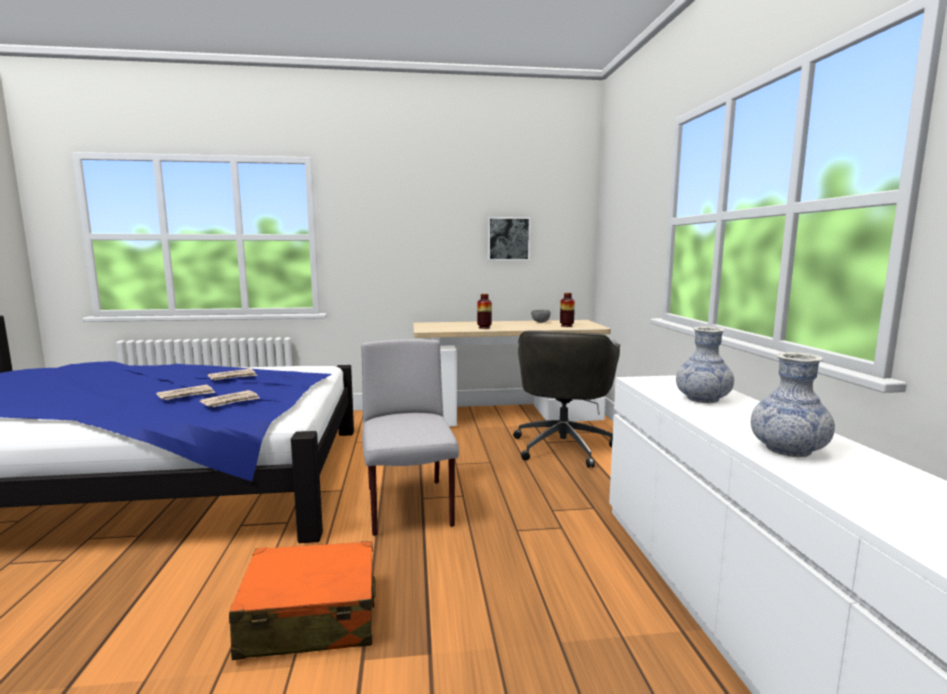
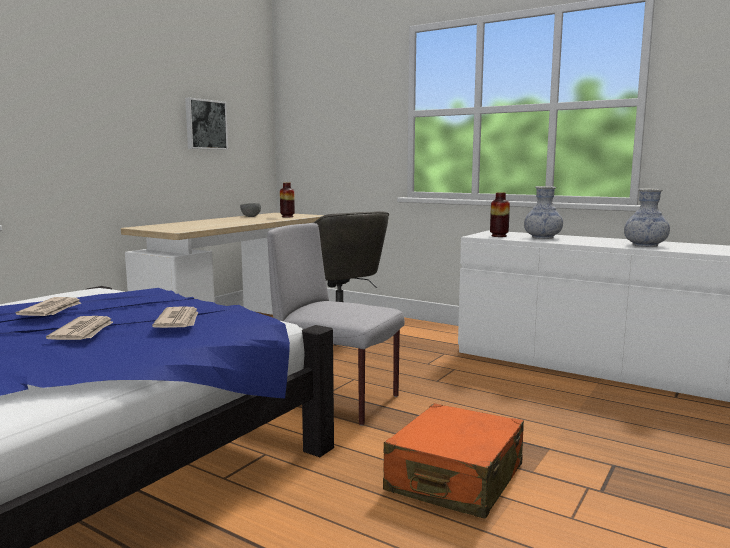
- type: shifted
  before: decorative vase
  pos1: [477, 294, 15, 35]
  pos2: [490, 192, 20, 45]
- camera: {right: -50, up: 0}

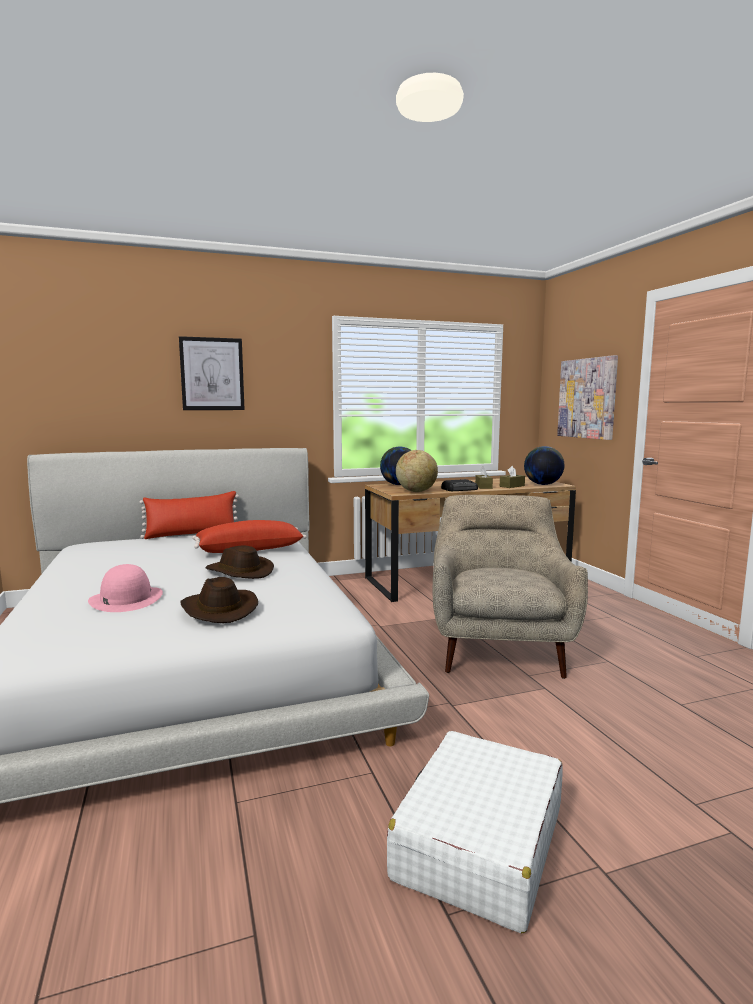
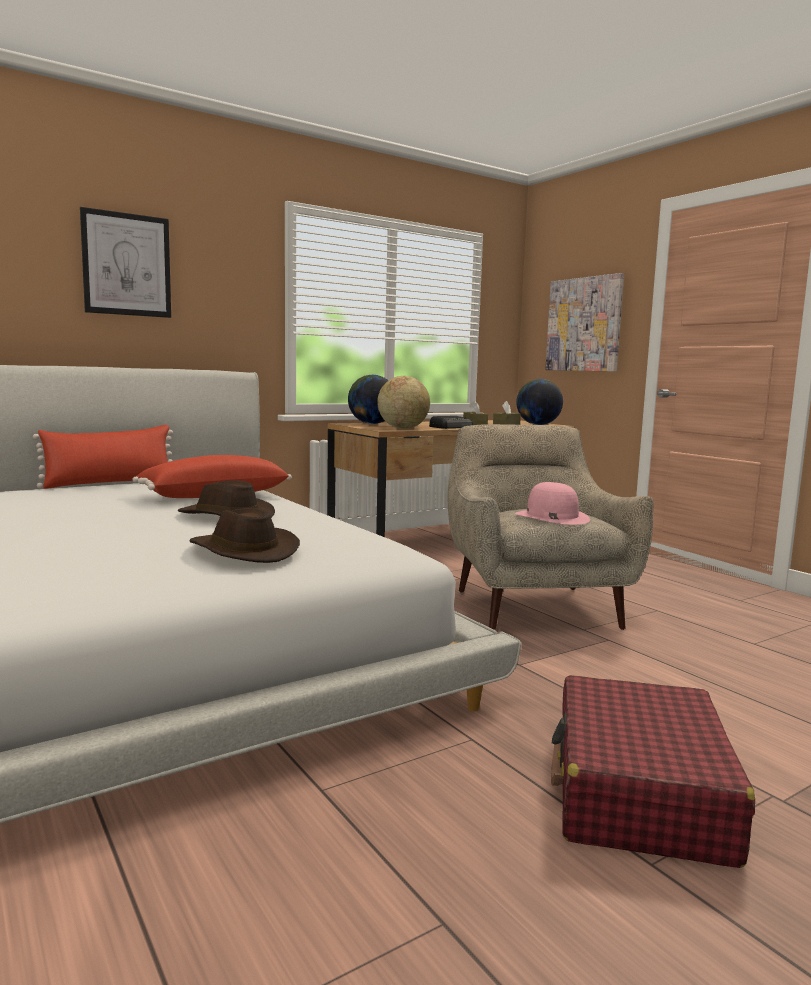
- type: shifted
  before: wearable hat/pink
  pos1: [88, 564, 75, 48]
  pos2: [515, 482, 75, 43]
- type: repainted
  before: piece of luggage/white
  after: piece of luggage/reddish
  pos1: [387, 731, 176, 203]
  pos2: [551, 675, 204, 193]
- camera: {right: -15, up: 0}

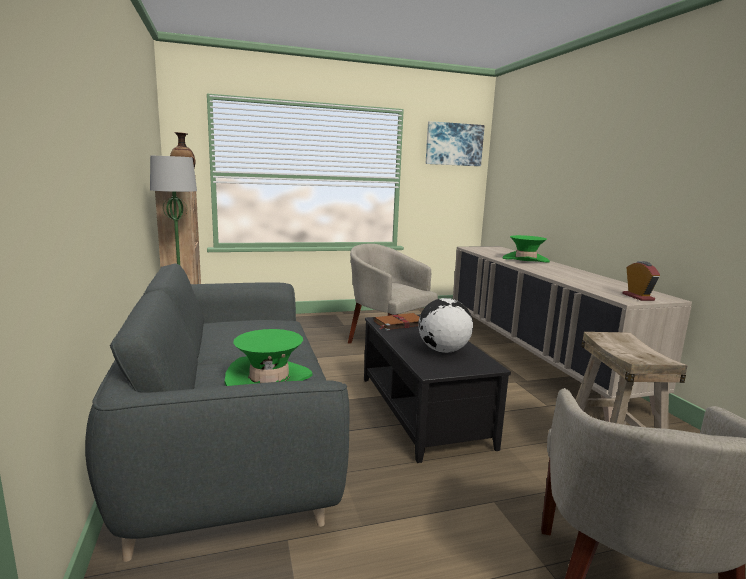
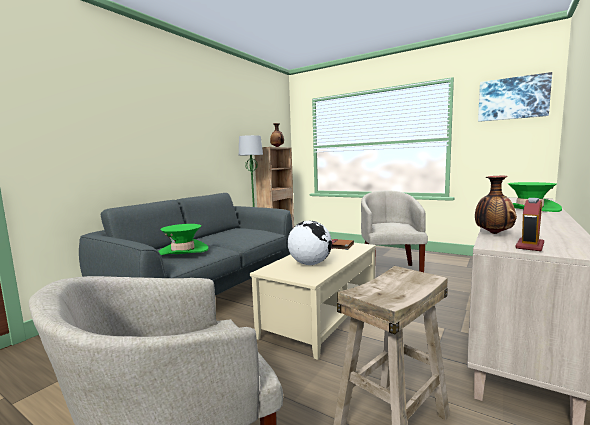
- type: repainted
  before: coffee table/black-coloured
  after: coffee table/beige
  pos1: [364, 315, 147, 148]
  pos2: [250, 243, 126, 117]
- type: new
  after: decorative vase
  pos2: [475, 176, 42, 58]
- camera: {right: 50, up: -5}

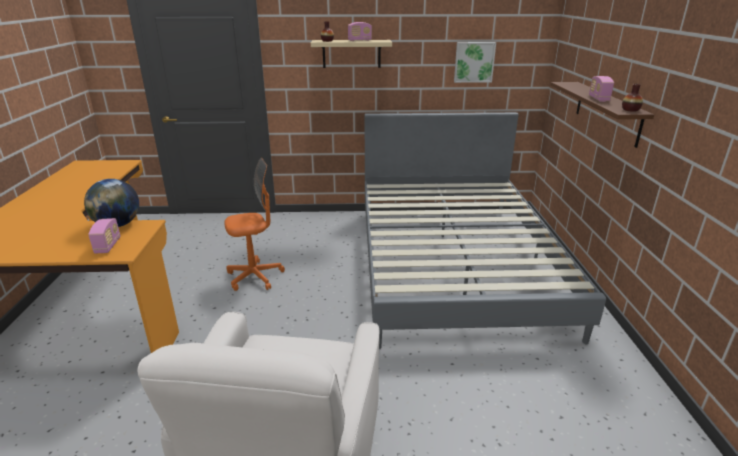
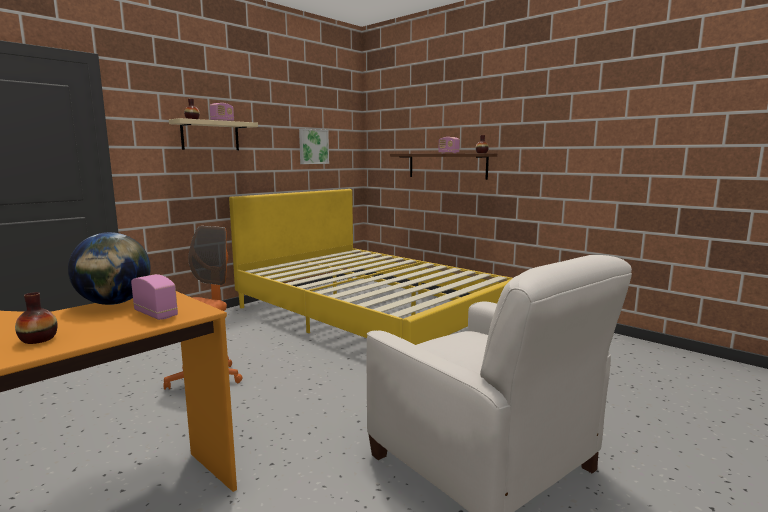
- type: new
  after: decorative vase
  pos2: [15, 292, 43, 52]
- type: repainted
  before: bed/gray
  after: bed/yellow-coloured
  pos1: [365, 112, 241, 237]
  pos2: [229, 189, 284, 156]
- camera: {right: -45, up: -15}

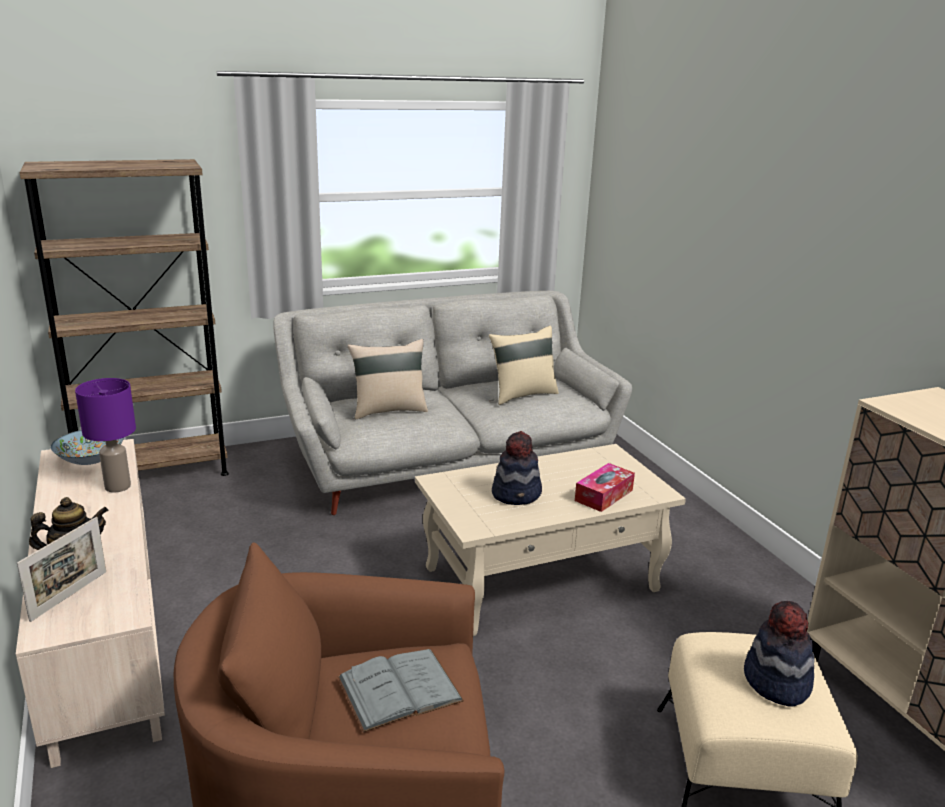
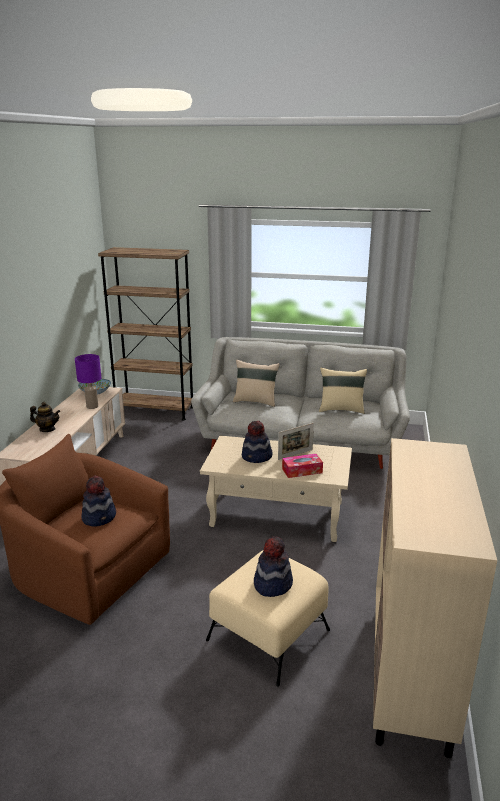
- type: swapped
  before: volume/gray
  after: wearable hat
  pos1: [337, 649, 127, 83]
  pos2: [82, 475, 34, 51]
- type: shifted
  before: picture frame
  pos1: [17, 517, 89, 105]
  pos2: [278, 423, 36, 37]
- camera: {right: 35, up: 0}

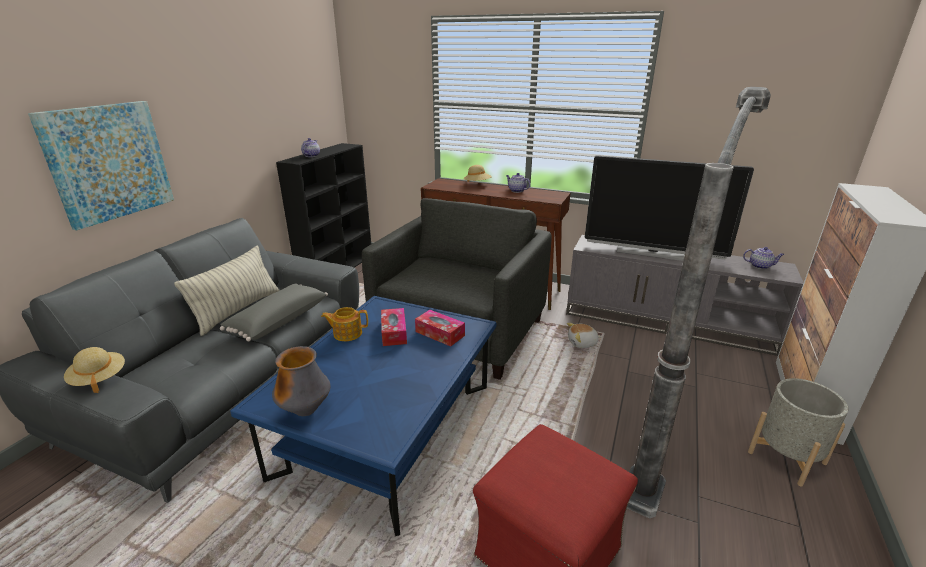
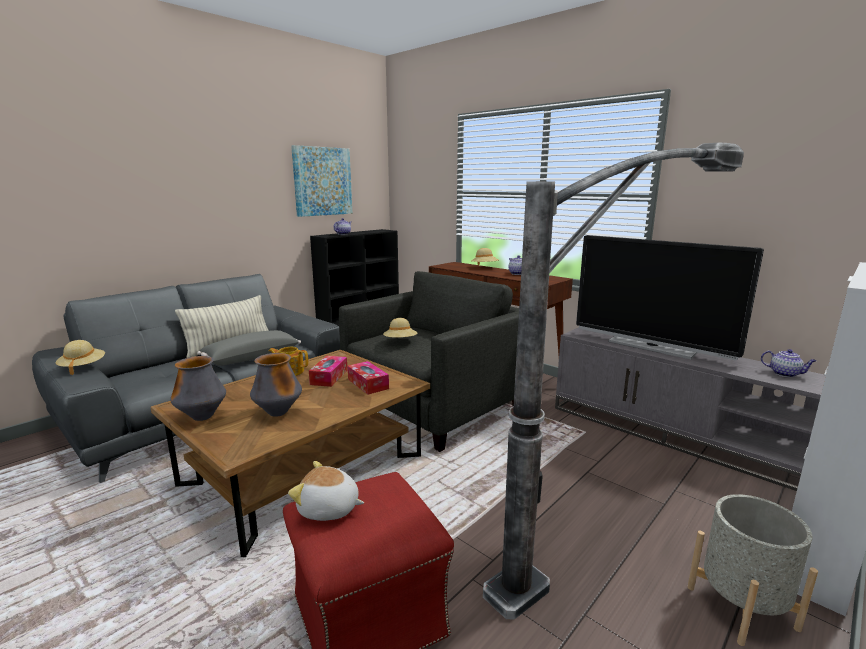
- type: repainted
  before: coffee table/bluish
  after: coffee table/brown-coloured
  pos1: [230, 296, 266, 240]
  pos2: [150, 350, 280, 207]
- type: new
  after: decorative vase
  pos2: [250, 353, 52, 64]
- type: shifted
  before: soft toy
  pos1: [567, 323, 34, 25]
  pos2: [288, 461, 76, 60]
- type: shifted
  before: wall art
  pos1: [28, 101, 146, 129]
  pos2: [291, 145, 62, 72]
- type: new
  after: wearable hat/beige
  pos2: [383, 318, 34, 20]
- camera: {right: 20, up: -10}

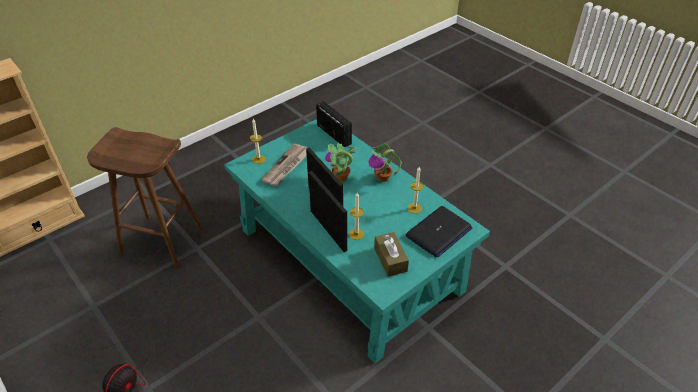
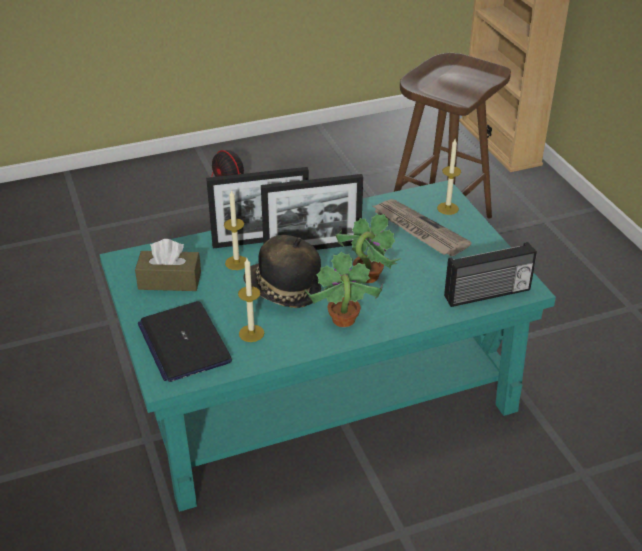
- type: new
  after: wearable hat
  pos2: [244, 235, 77, 73]
- camera: {right: 110, up: -5}

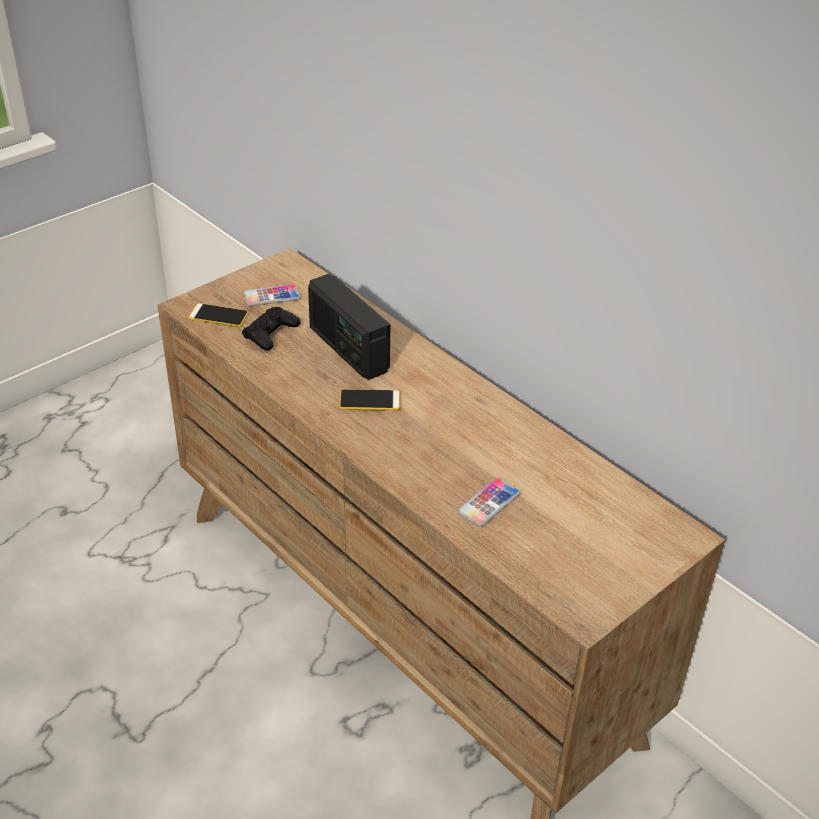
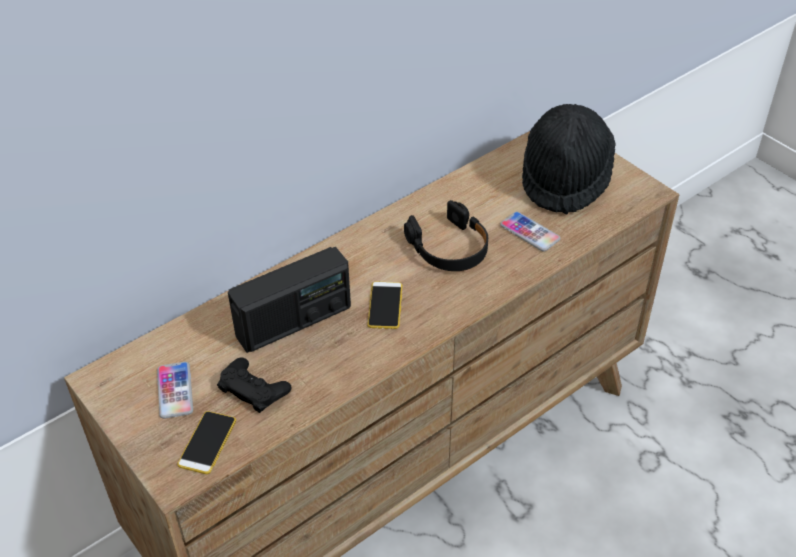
- type: new
  after: headset/black-coloured
  pos2: [404, 200, 84, 71]
- type: new
  after: wearable hat/black-coloured
  pos2: [522, 104, 93, 110]
- camera: {right: -85, up: 5}

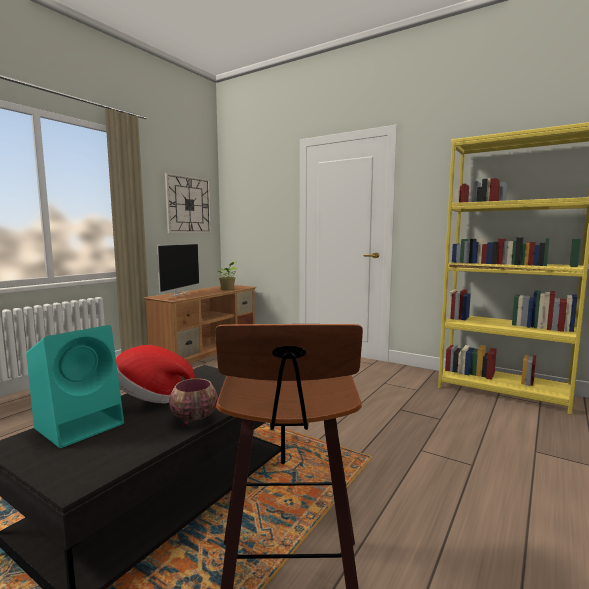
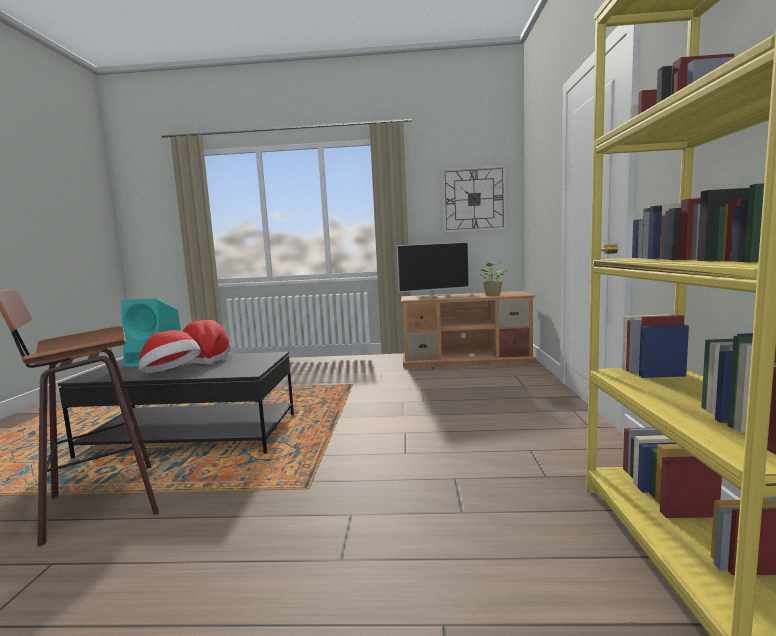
- type: swapped
  before: bowl
  after: wearable hat
  pos1: [169, 378, 49, 48]
  pos2: [139, 330, 62, 44]
- camera: {right: 60, up: 0}

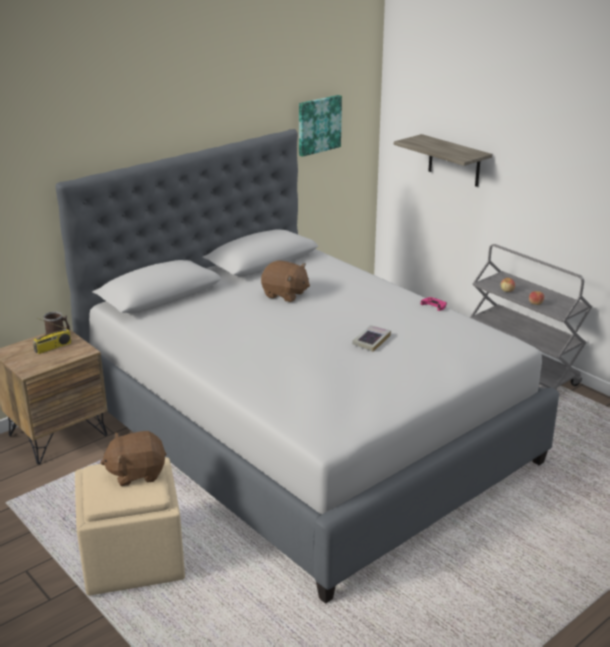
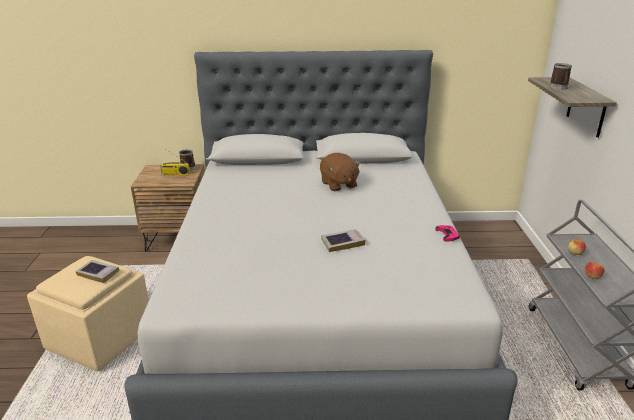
- type: swapped
  before: soft toy/brown-coloured
  after: volume
  pos1: [100, 431, 67, 55]
  pos2: [76, 260, 43, 23]
- type: new
  after: mug
  pos2: [549, 63, 23, 27]
- type: gone
  before: wall art
  pos1: [299, 95, 43, 62]
- camera: {right: 40, up: 0}

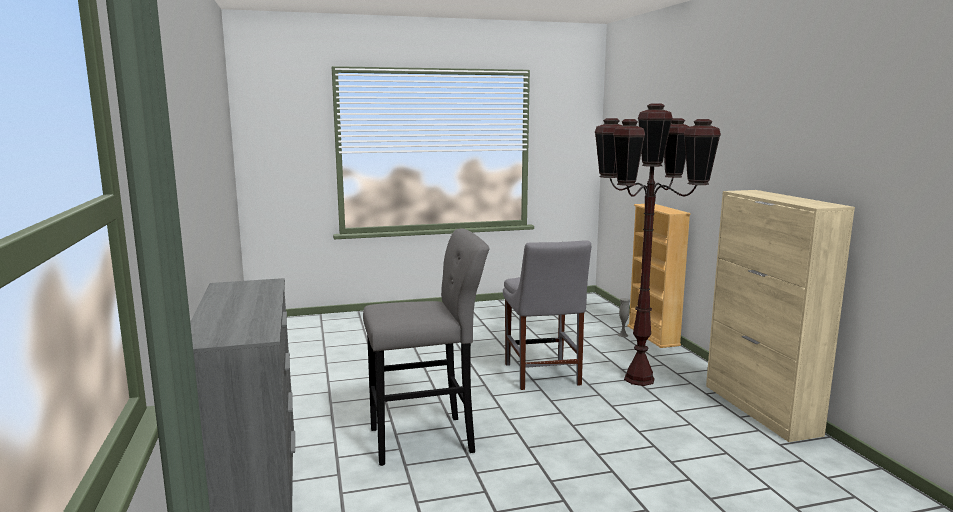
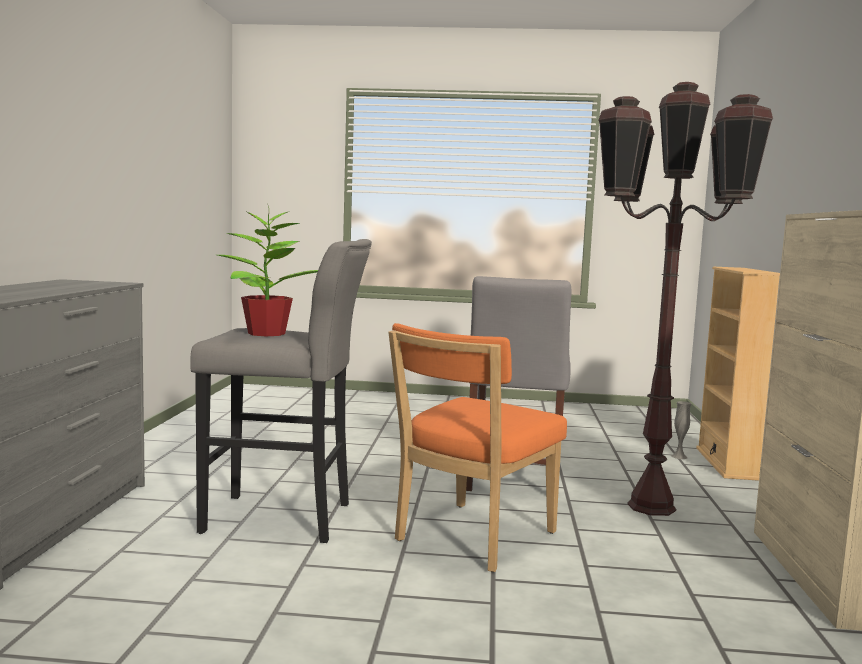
- type: new
  after: plant in a pot
  pos2: [218, 206, 100, 130]
- type: new
  after: plain chair/orange-coloured
  pos2: [388, 323, 179, 249]
- camera: {right: 20, up: -5}

